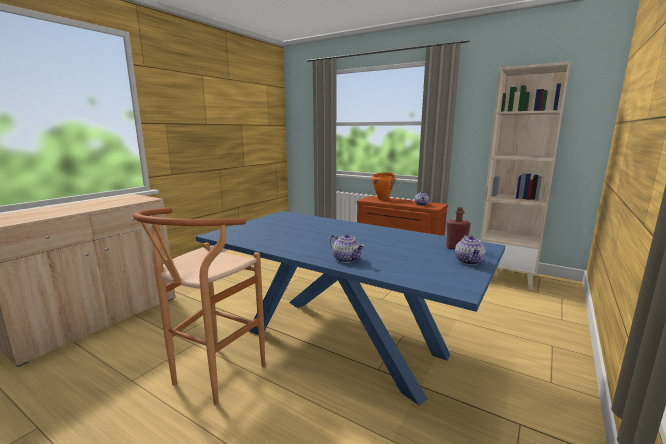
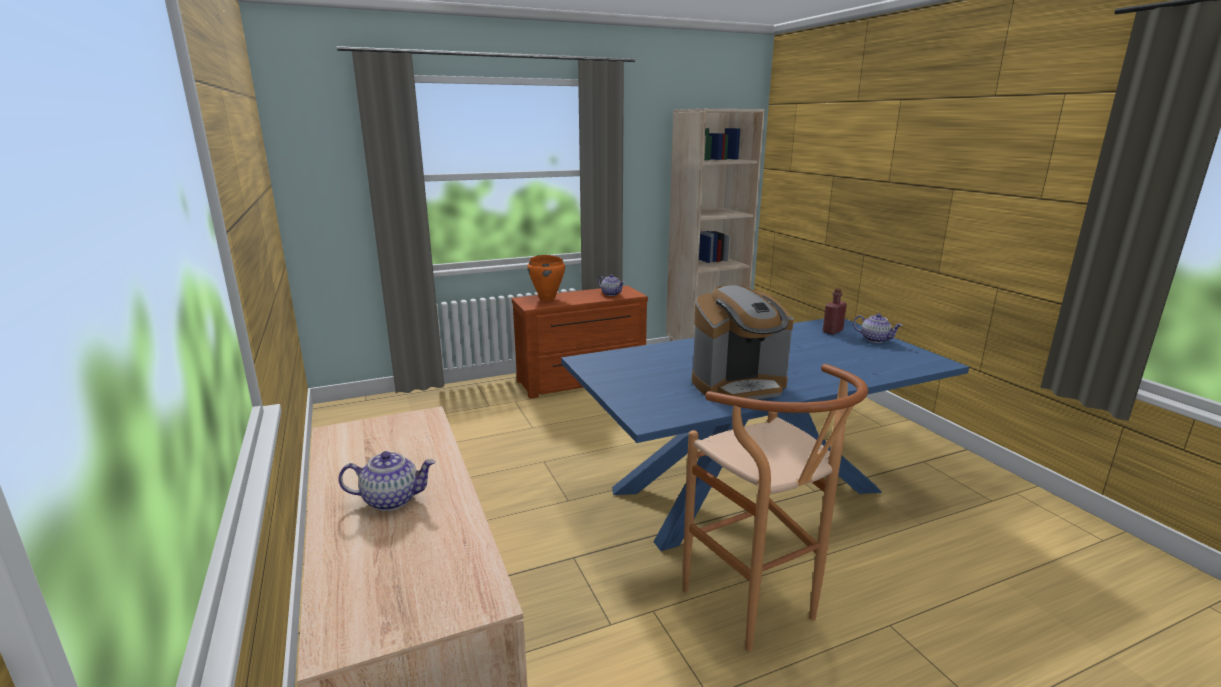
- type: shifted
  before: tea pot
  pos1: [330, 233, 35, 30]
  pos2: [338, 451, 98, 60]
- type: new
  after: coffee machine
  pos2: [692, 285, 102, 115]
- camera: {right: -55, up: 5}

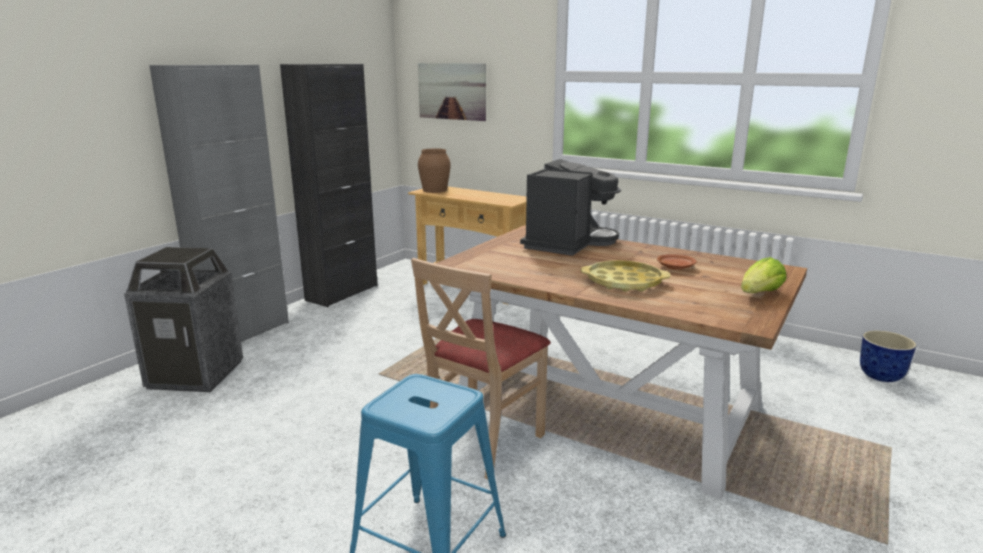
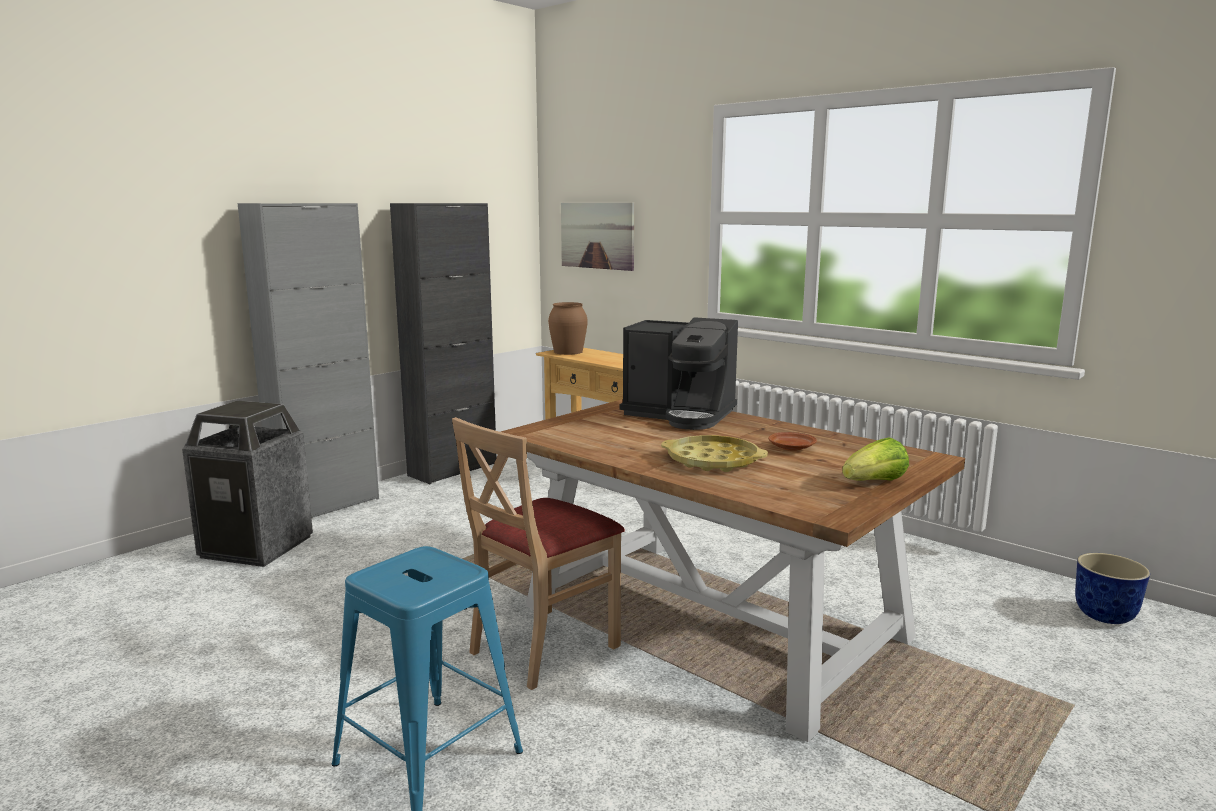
- type: rotated
  before: coffee machine
  pos1: [520, 159, 101, 97]
  pos2: [619, 317, 119, 113]
  turn: 75
- camera: {right: 10, up: -5}

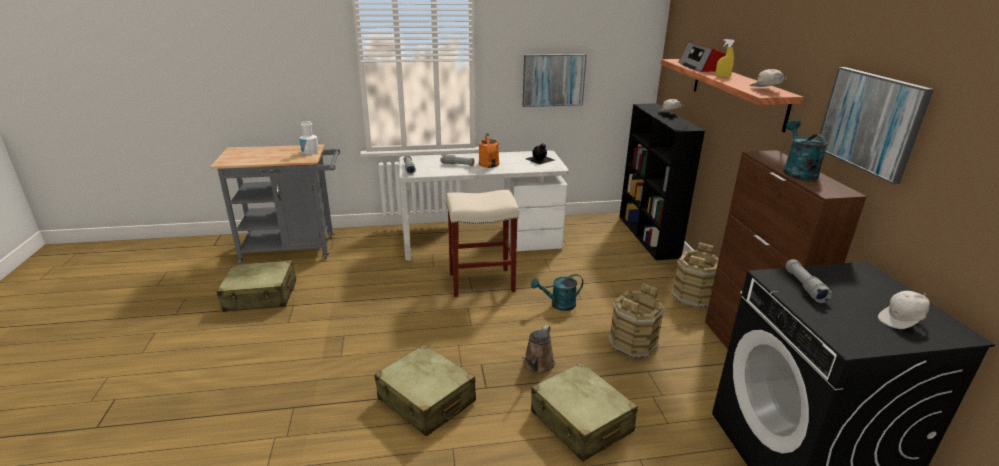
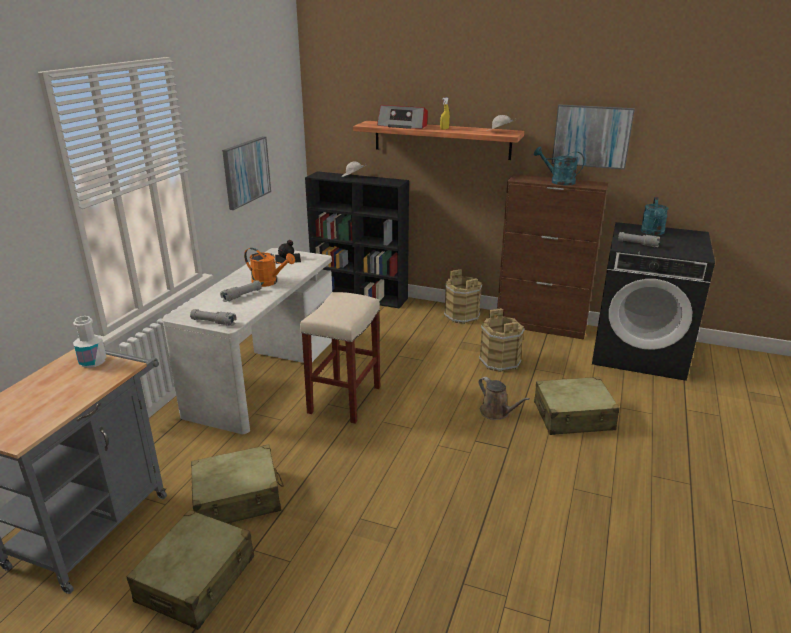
- type: shifted
  before: piece of luggage/beige
  pos1: [374, 344, 102, 93]
  pos2: [191, 445, 93, 78]
- type: shifted
  before: watering pot/turquoise-coloured
  pos1: [531, 274, 52, 37]
  pos2: [641, 197, 28, 38]
- type: gone
  before: baseball cap/white
  pos1: [878, 291, 52, 38]
- camera: {right: -60, up: 0}

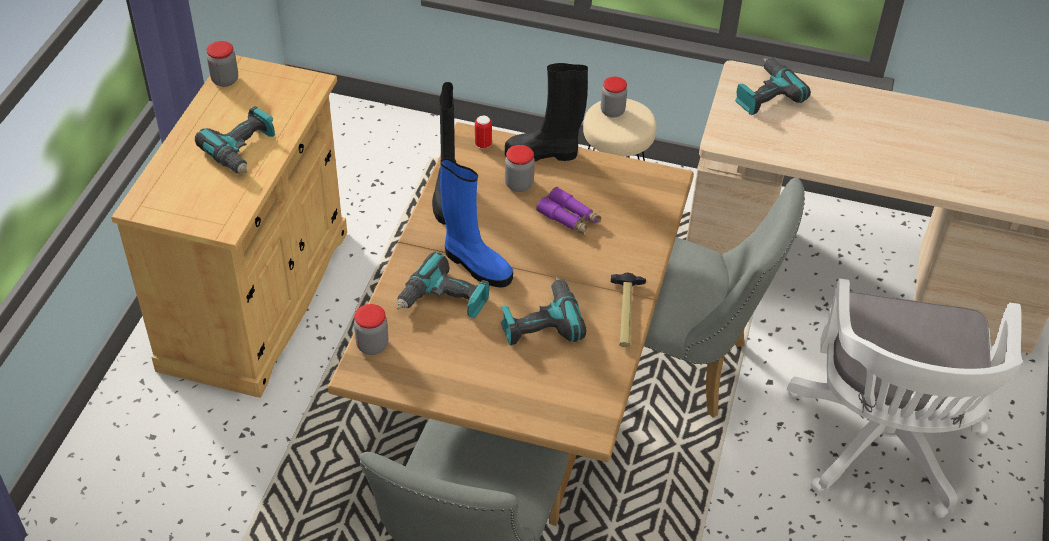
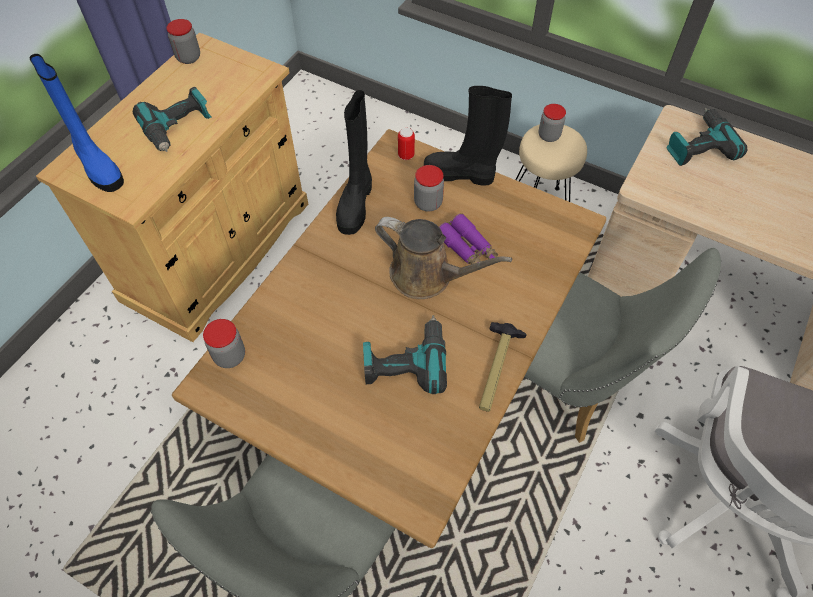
- type: shifted
  before: tall boot/bluish
  pos1: [440, 158, 73, 129]
  pos2: [30, 54, 94, 138]
- type: new
  after: watering pot/brown-coloured
  pos2: [375, 217, 138, 82]
- type: gone
  before: electric drill
  pos1: [397, 252, 92, 67]
- camera: {right: 15, up: 10}

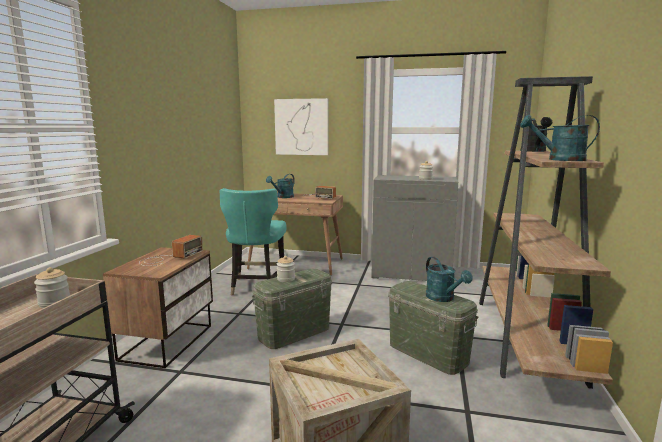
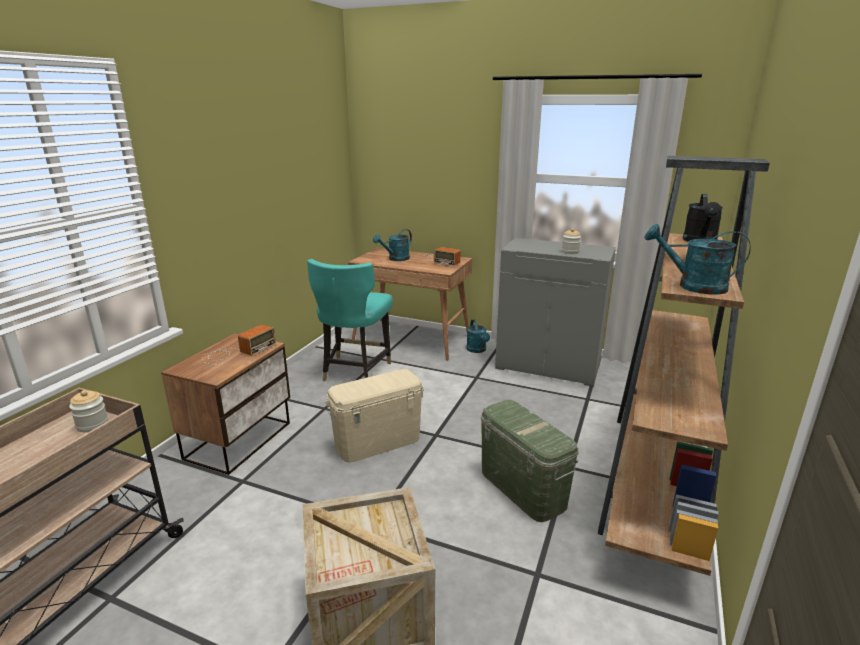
- type: repainted
  before: storage container/green-coloured
  after: storage container/beige
  pos1: [252, 269, 80, 80]
  pos2: [325, 369, 99, 94]
- type: shifted
  before: watering pot/turquoise-coloured
  pos1: [426, 257, 46, 45]
  pos2: [466, 320, 24, 33]
- type: gone
  before: wall art
  pos1: [274, 98, 54, 57]
- type: gone
  before: storage jar
  pos1: [277, 256, 18, 26]
- camera: {right: 10, up: 10}

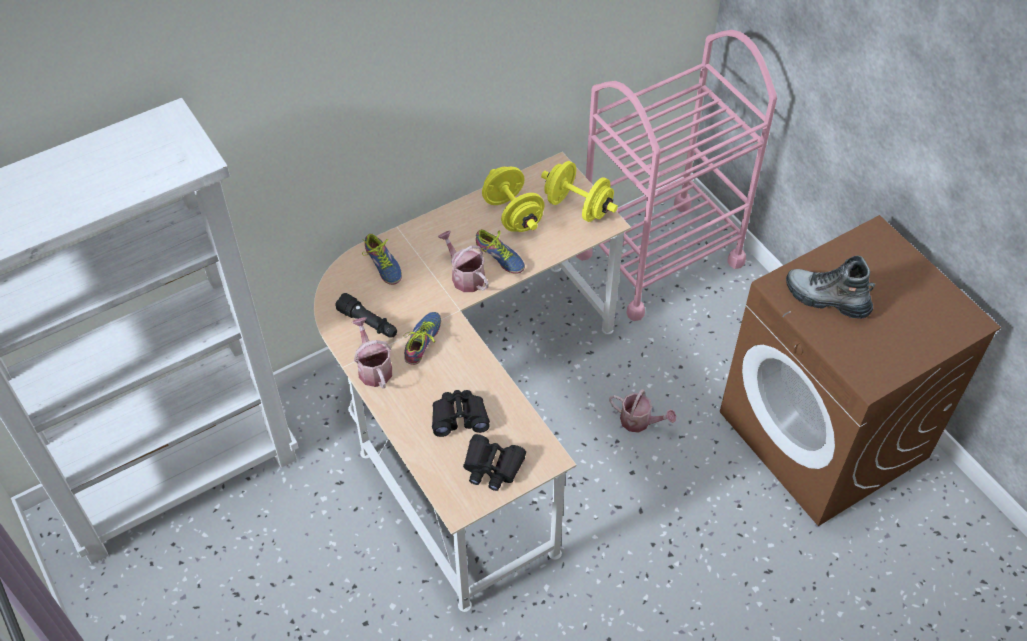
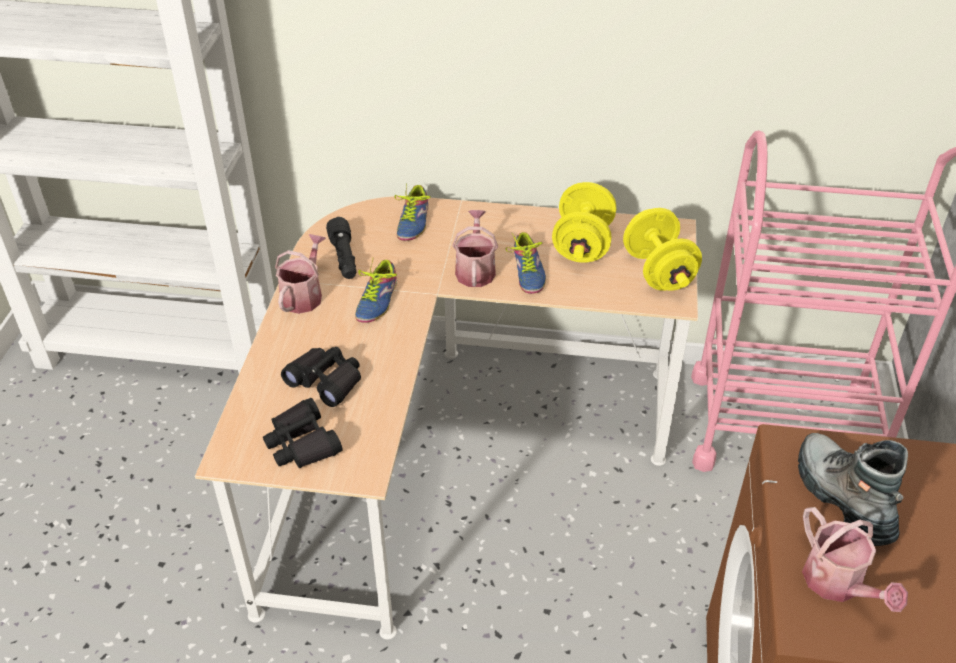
- type: rotated
  before: item of footwear
  pos1: [404, 312, 37, 53]
  pos2: [355, 259, 42, 64]
  turn: 135
- type: shifted
  before: watering pot
  pos1: [609, 389, 67, 44]
  pos2: [802, 507, 106, 105]
- camera: {right: 40, up: -10}

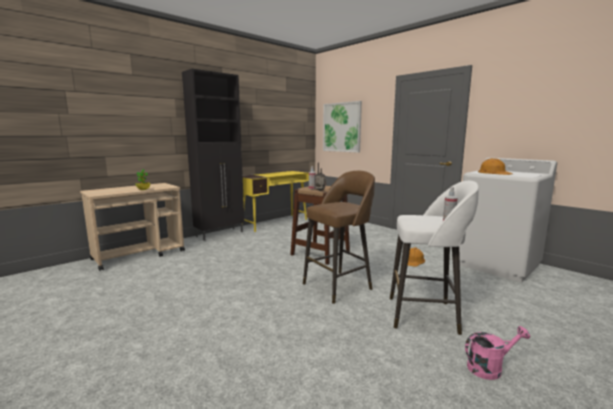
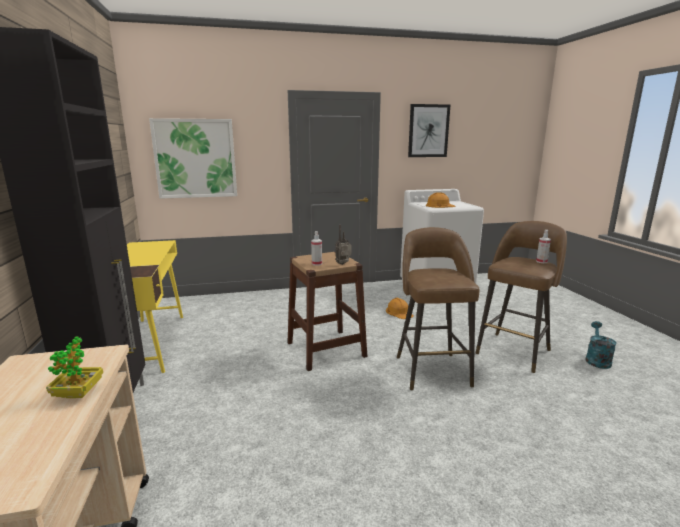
- type: new
  after: wall art
  pos2: [408, 104, 42, 53]
- type: repainted
  before: stool/white
  after: stool/brown-coloured
  pos1: [390, 181, 88, 154]
  pos2: [476, 221, 91, 152]
- type: repainted
  before: watering pot/pink
  after: watering pot/turquoise-coloured
  pos1: [465, 326, 65, 54]
  pos2: [585, 321, 32, 48]
- camera: {right: -60, up: 5}

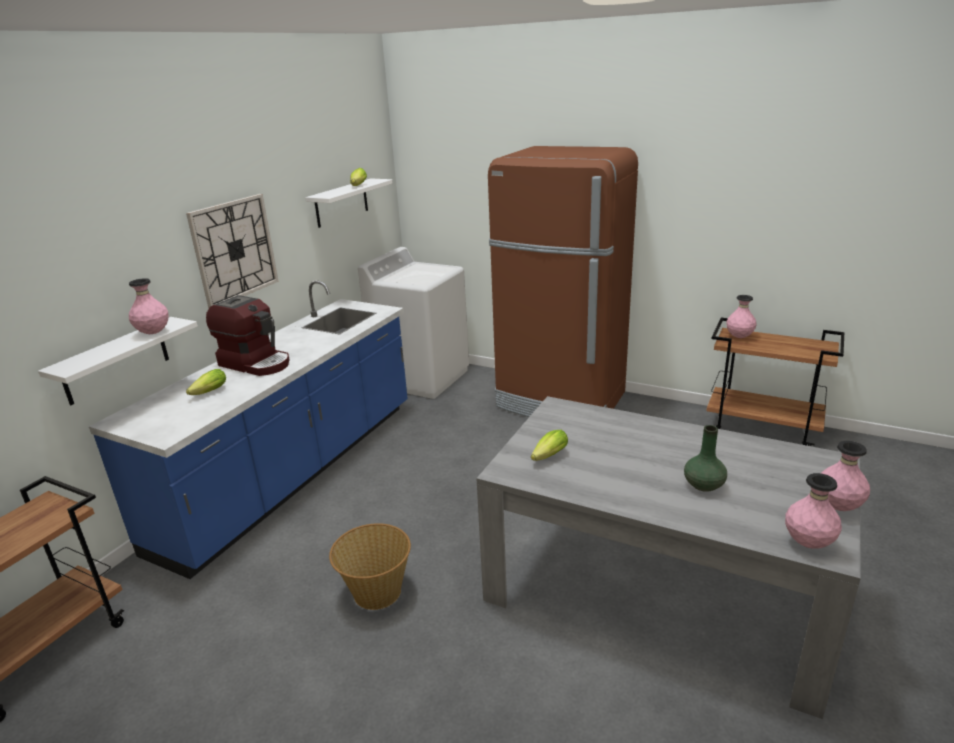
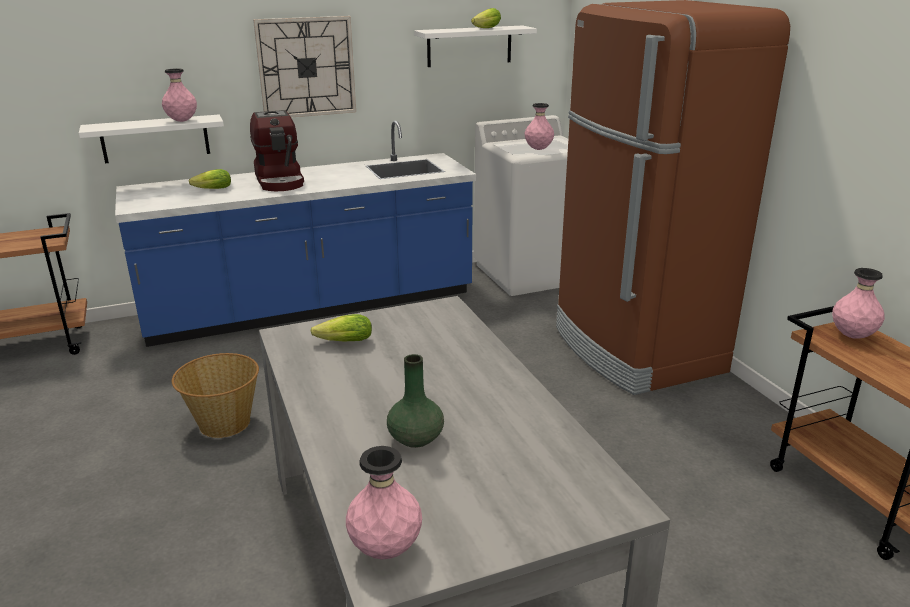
- type: shifted
  before: decorative vase/pink
  pos1: [821, 441, 49, 70]
  pos2: [525, 103, 29, 47]
- camera: {right: 40, up: 0}

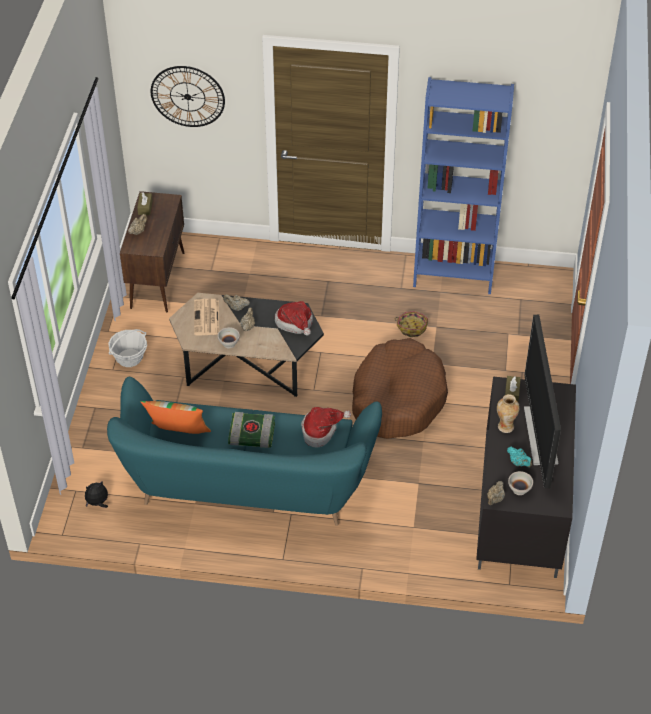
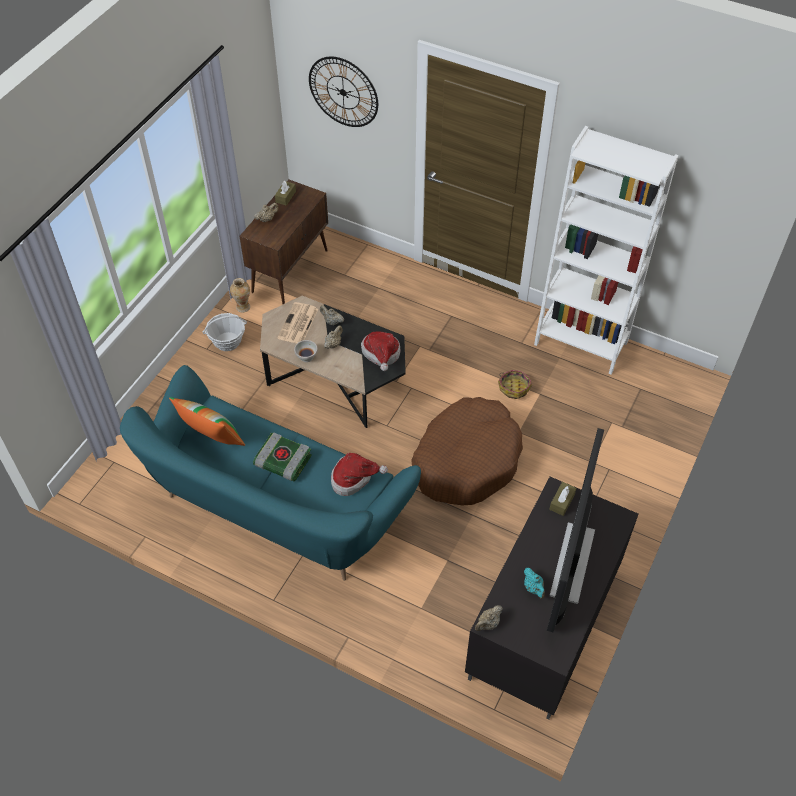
- type: shifted
  before: decorative vase
  pos1: [497, 394, 23, 39]
  pos2: [230, 278, 20, 34]
- type: repainted
  before: bookcase/bluish
  after: bookcase/white
  pos1: [413, 77, 101, 217]
  pos2: [534, 126, 144, 248]
- type: gone
  before: soft toy
  pos1: [85, 481, 23, 27]
- type: gone
  before: bowl/white
  pos1: [508, 471, 25, 24]
- camera: {right: 20, up: 5}

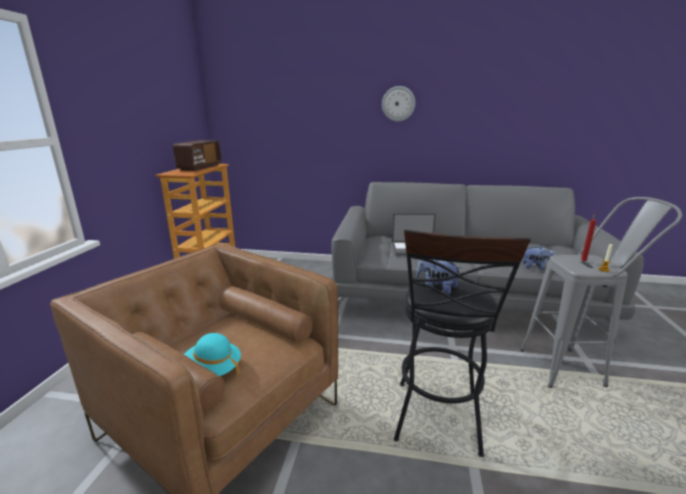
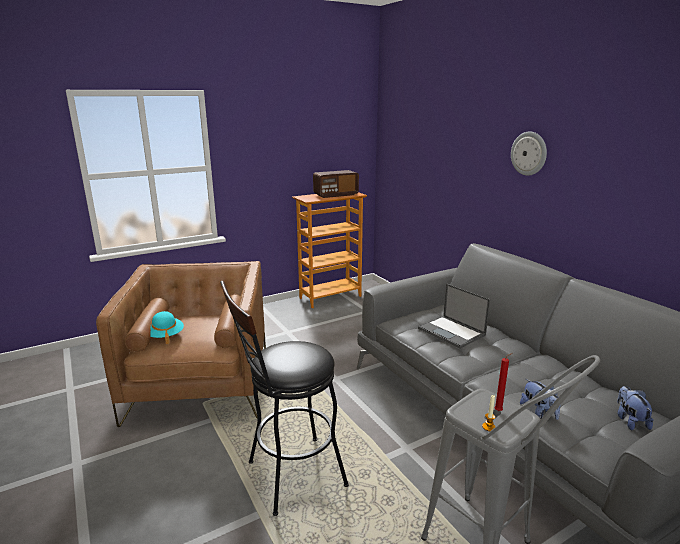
- type: shifted
  before: soft toy
  pos1: [416, 259, 46, 36]
  pos2: [617, 386, 36, 44]
- camera: {right: 50, up: 0}

